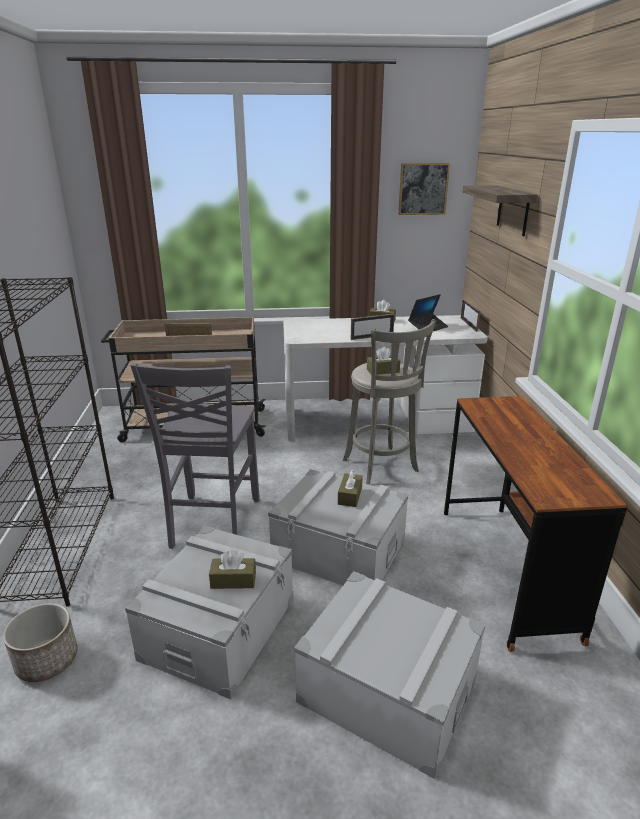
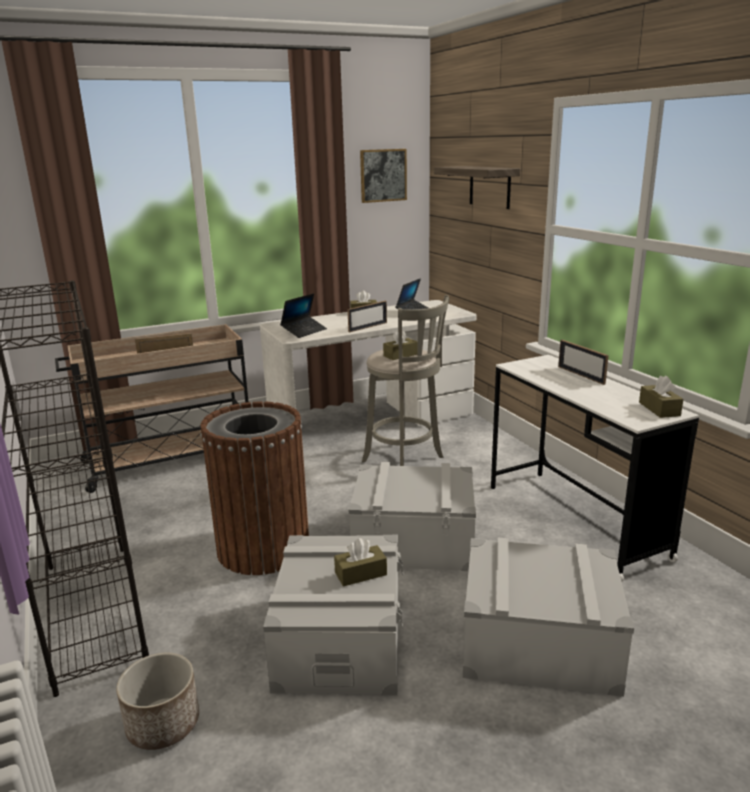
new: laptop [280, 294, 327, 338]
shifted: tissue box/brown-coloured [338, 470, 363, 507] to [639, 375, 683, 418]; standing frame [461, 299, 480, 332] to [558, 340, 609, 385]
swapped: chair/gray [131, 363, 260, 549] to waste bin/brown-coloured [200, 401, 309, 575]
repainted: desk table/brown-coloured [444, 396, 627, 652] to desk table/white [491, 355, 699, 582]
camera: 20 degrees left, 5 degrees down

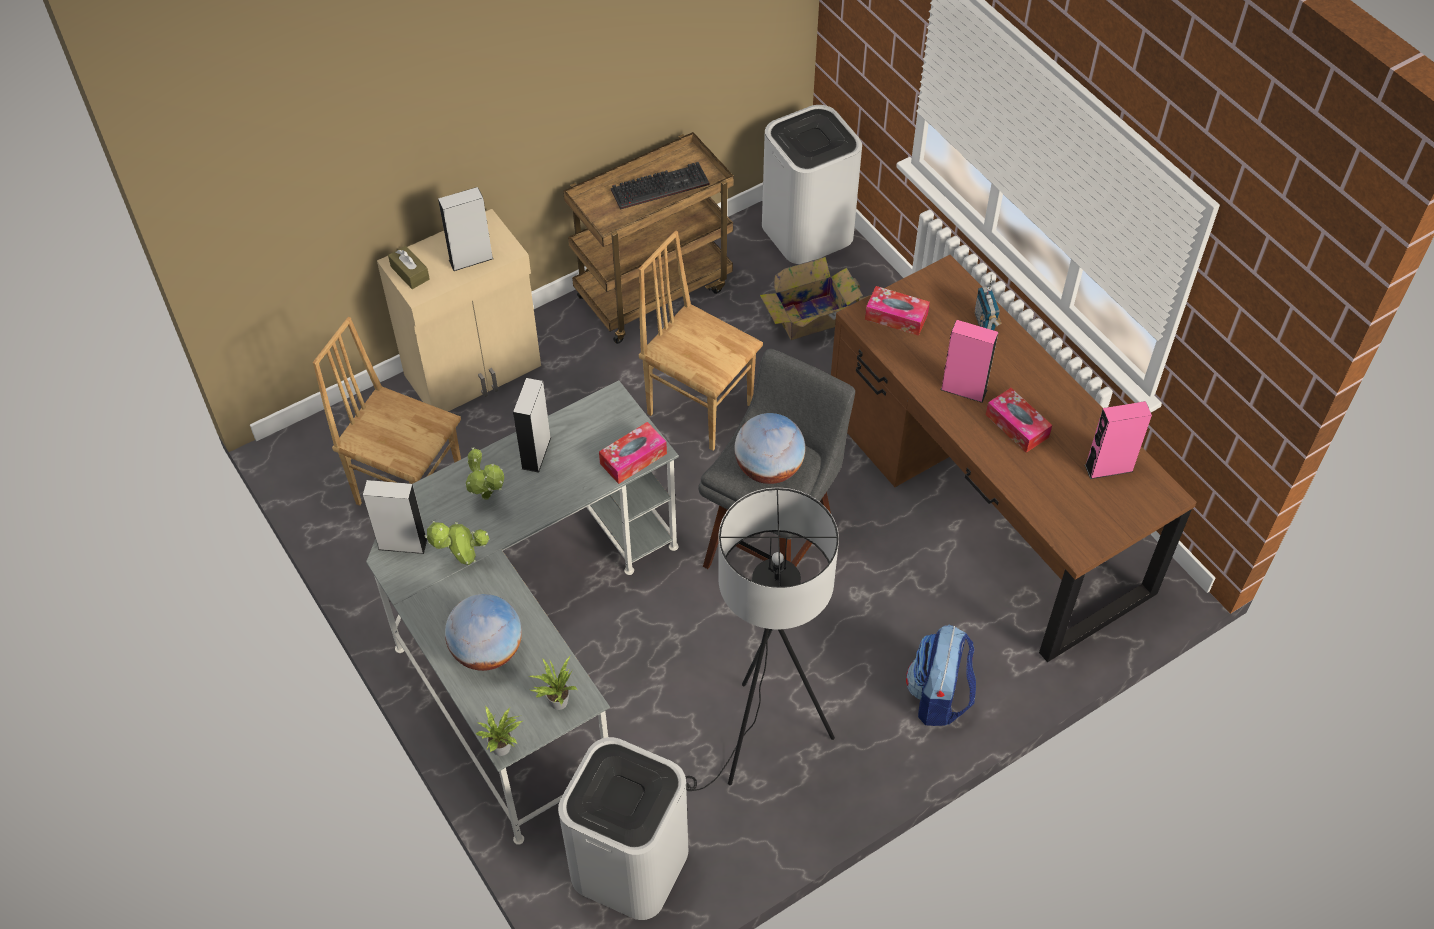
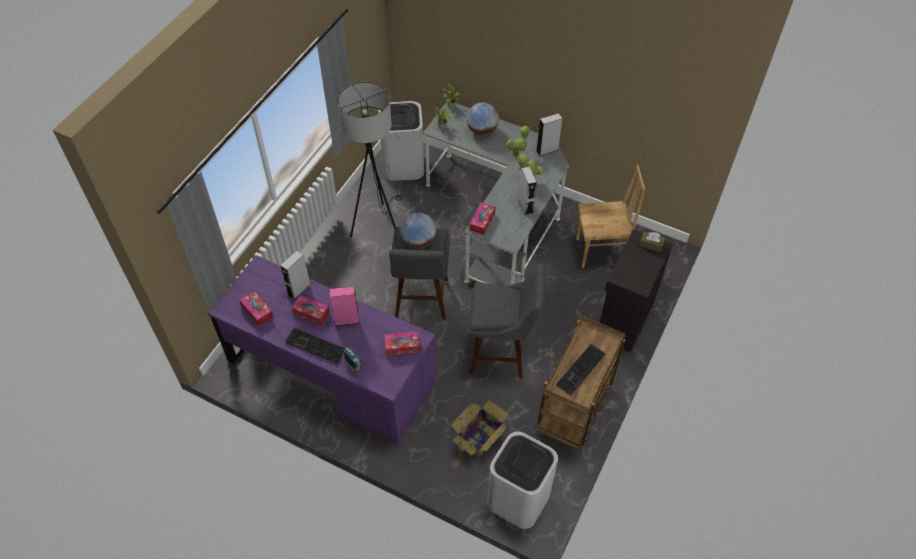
gone: rucksack [906, 625, 976, 726]
new: PC keyboard [285, 328, 345, 364]
shifted: audio speaker/gray [438, 187, 493, 271] to [280, 250, 311, 300]
swapped: chair/brown-coloured [639, 231, 763, 451] to stool seat/gray [468, 263, 545, 378]; audio speaker/pinkish [1085, 401, 1152, 479] to tissue box [239, 290, 273, 326]
repainted: cupboard/beige-coloured [377, 209, 541, 411] to cupboard/black-coloured [600, 229, 673, 353]; desk table/brown-coloured [831, 255, 1196, 662] to desk table/purple-coloured [208, 255, 436, 444]
camera: 150 degrees right, 0 degrees up

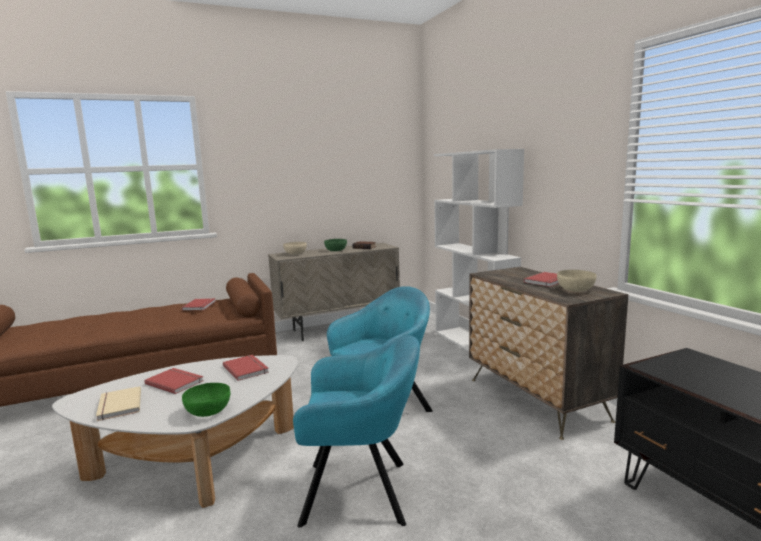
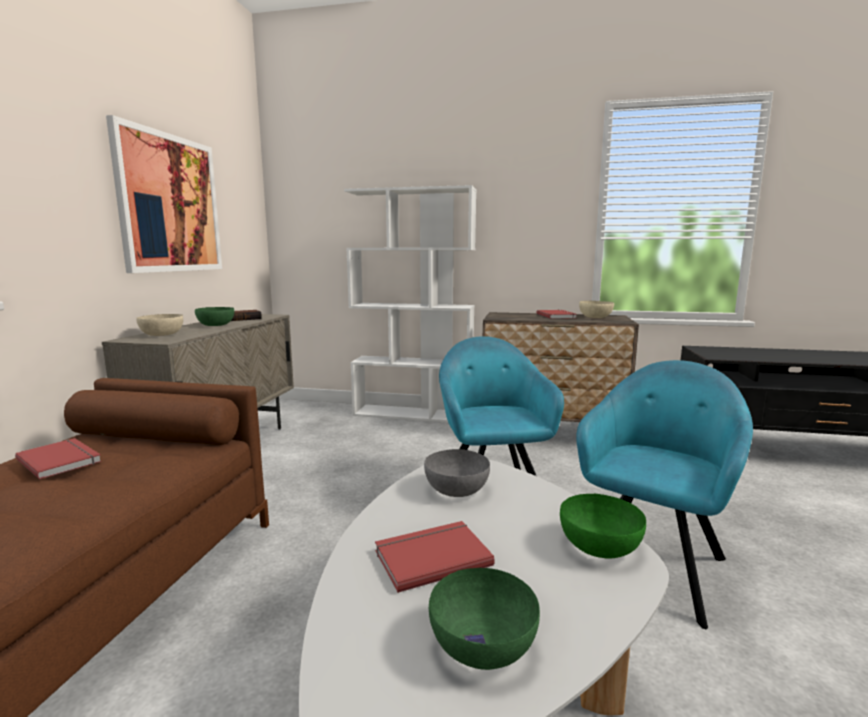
new: wall art [106, 115, 222, 273]
swapped: book/beige-coloured [96, 386, 141, 421] to deep dish/green-coloured [428, 568, 540, 670]; book/red-coloured [223, 355, 269, 381] to deep dish/gray [424, 449, 490, 497]
camera: 55 degrees left, 0 degrees up

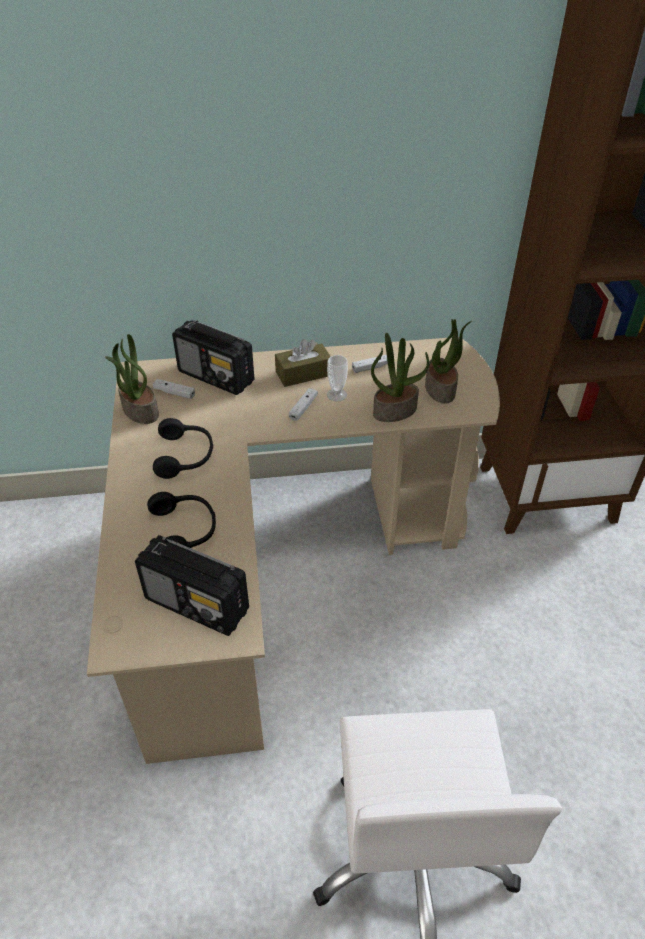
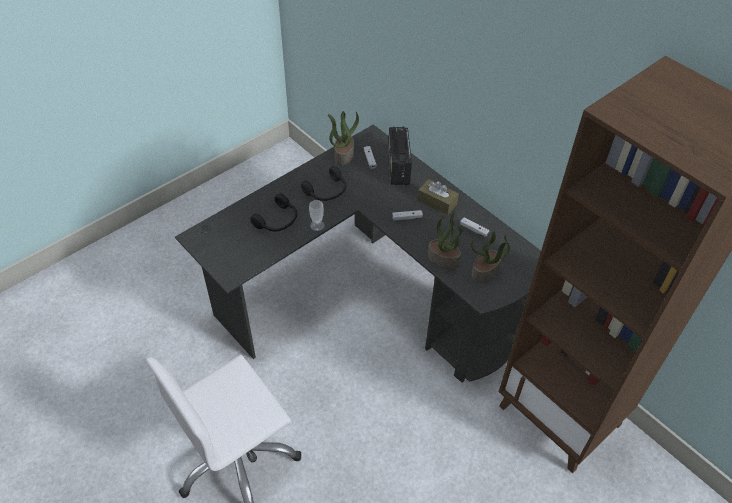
gone: radio receiver [135, 535, 249, 636]
shifted: small cup [327, 355, 348, 402] to [309, 200, 325, 231]
repainted: desk table/beige-coloured [87, 337, 500, 764] to desk table/black-coloured [175, 125, 541, 383]
camera: 55 degrees right, 5 degrees up

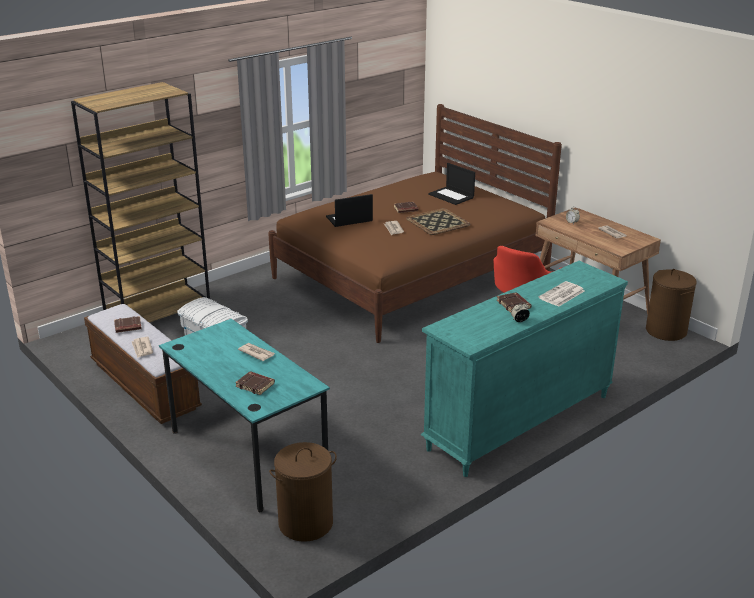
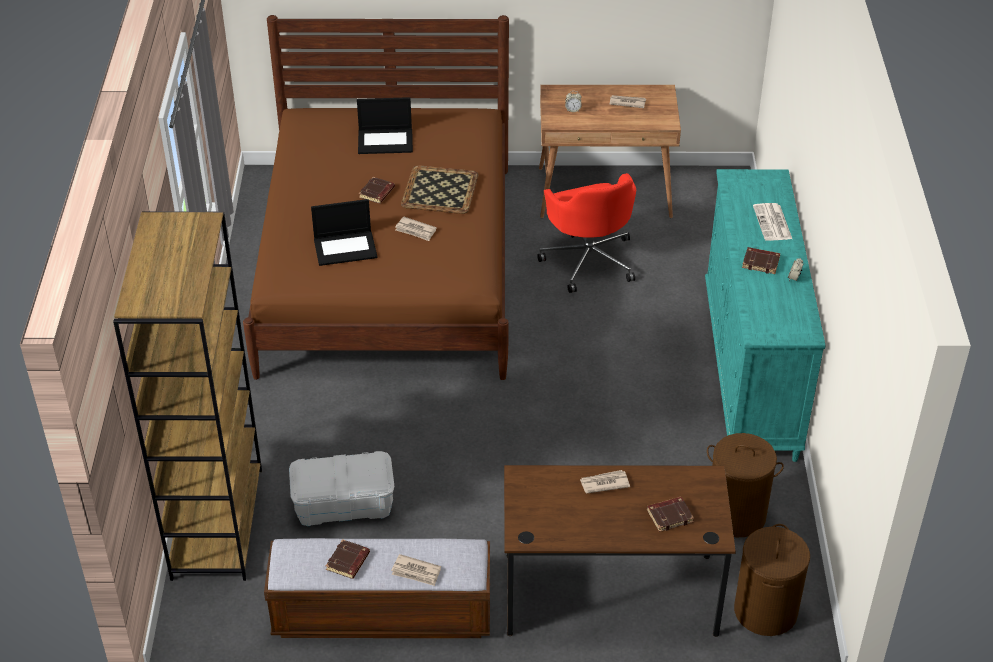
shifted: washing basket/brown-coloured [646, 269, 697, 341] to [707, 433, 784, 537]
repainted: desk table/turquoise [159, 319, 330, 512] to desk table/brown-coloured [504, 465, 736, 637]
rotated: laptop [326, 194, 373, 227] = [311, 199, 378, 266] 120 degrees counterclockwise
camera: 50 degrees left, 15 degrees up

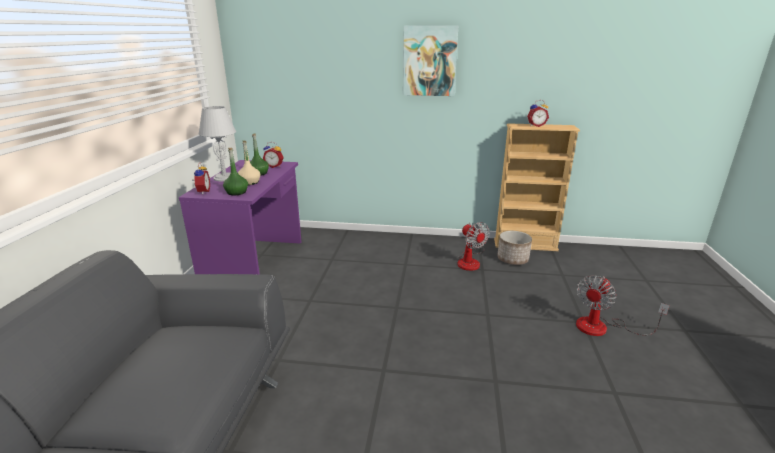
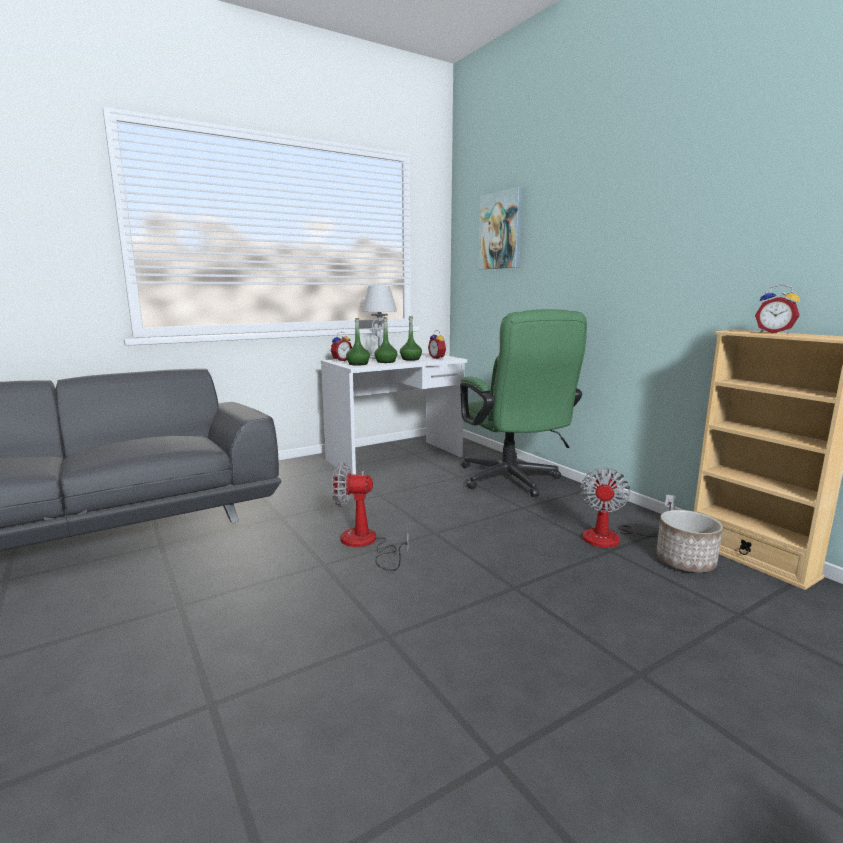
new: computer chair/green-coloured [460, 309, 587, 497]
shifted: wall art [403, 25, 458, 96] to [478, 187, 523, 269]; electric fan [576, 276, 669, 336] to [332, 462, 408, 571]
repainted: desk table/purple-coloured [179, 160, 301, 274] to desk table/white [321, 352, 467, 475]; drink bottle/beige-coloured [238, 141, 261, 185] to drink bottle/green-coloured [374, 317, 398, 363]
camera: 50 degrees right, 10 degrees down

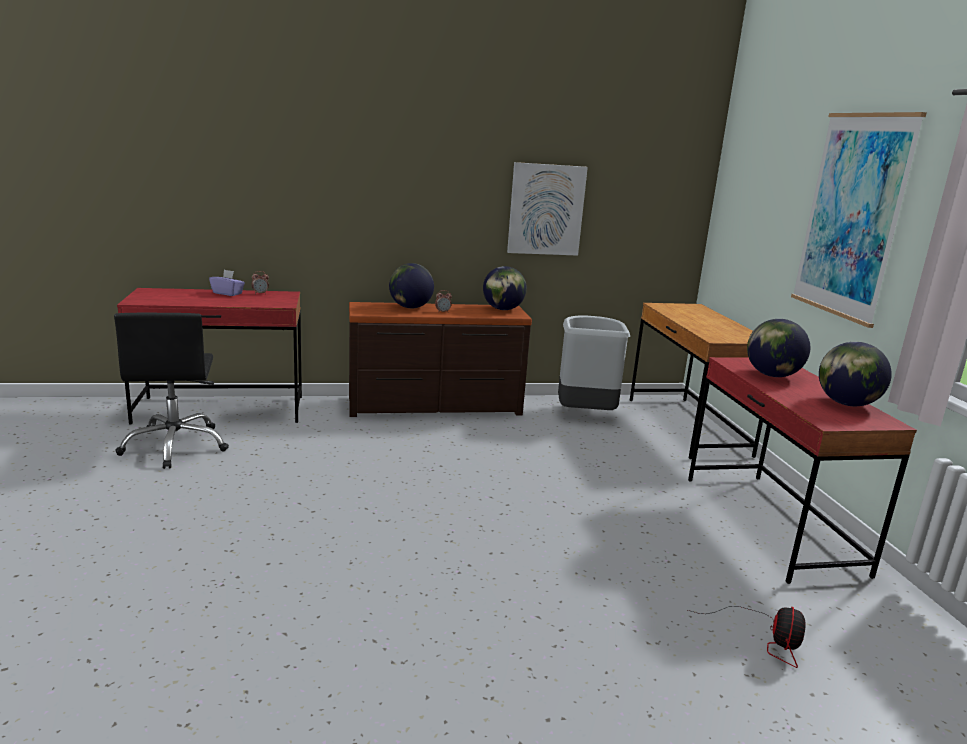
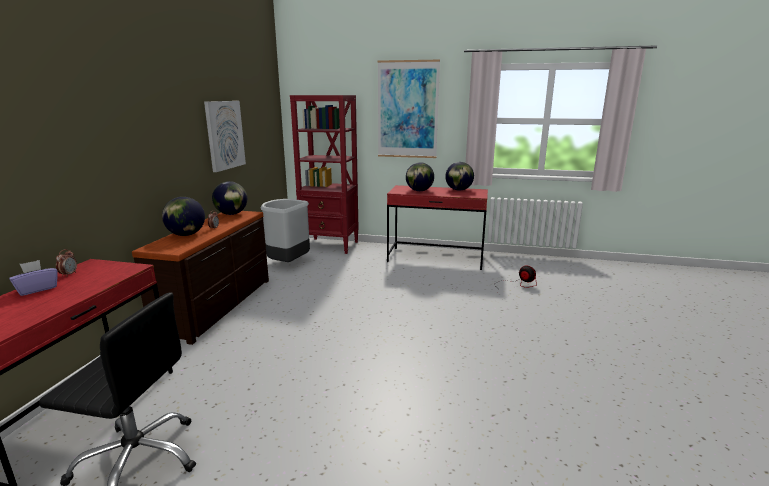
swapped: desk table/brown-coloured [630, 303, 763, 459] to shelving unit/red-coloured [290, 95, 358, 254]
camera: 65 degrees left, 0 degrees up

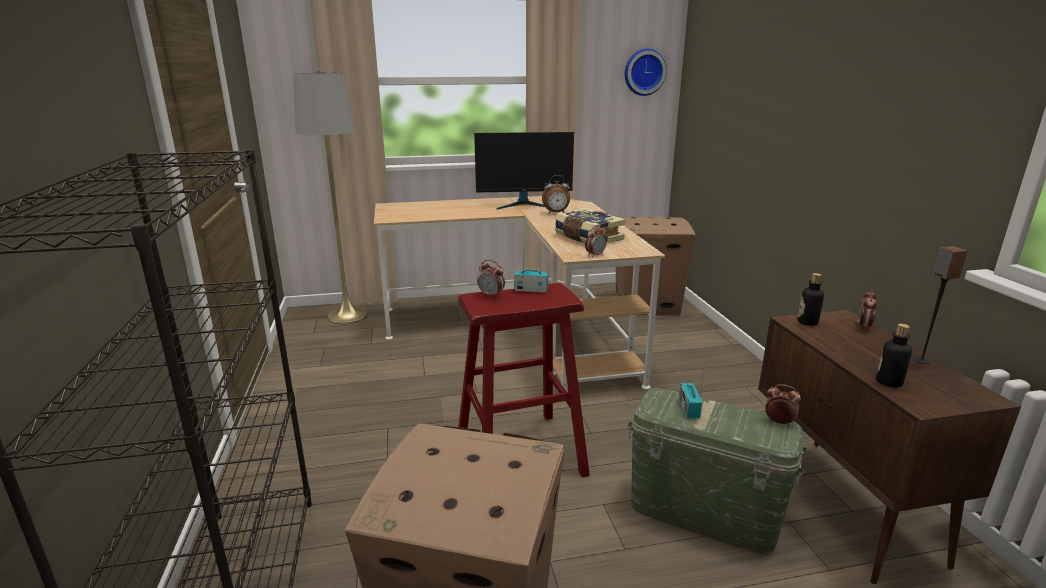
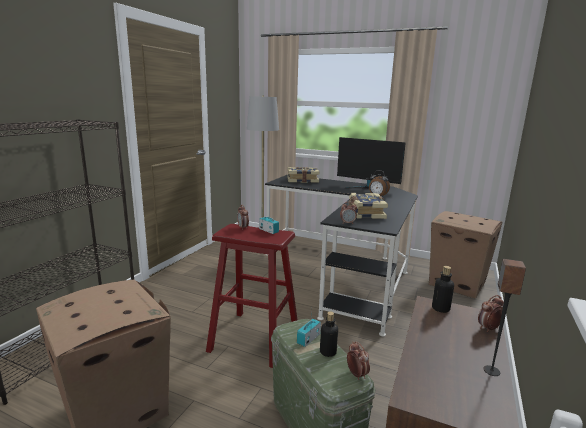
gone: hanging clock [624, 48, 667, 96]
new: book [287, 167, 320, 183]
shifted: drink bottle [876, 324, 912, 387] to [320, 311, 338, 357]
repainted: desk table/beige-coloured [374, 196, 665, 392] to desk table/black-coloured [265, 175, 418, 336]
camera: 35 degrees right, 5 degrees down

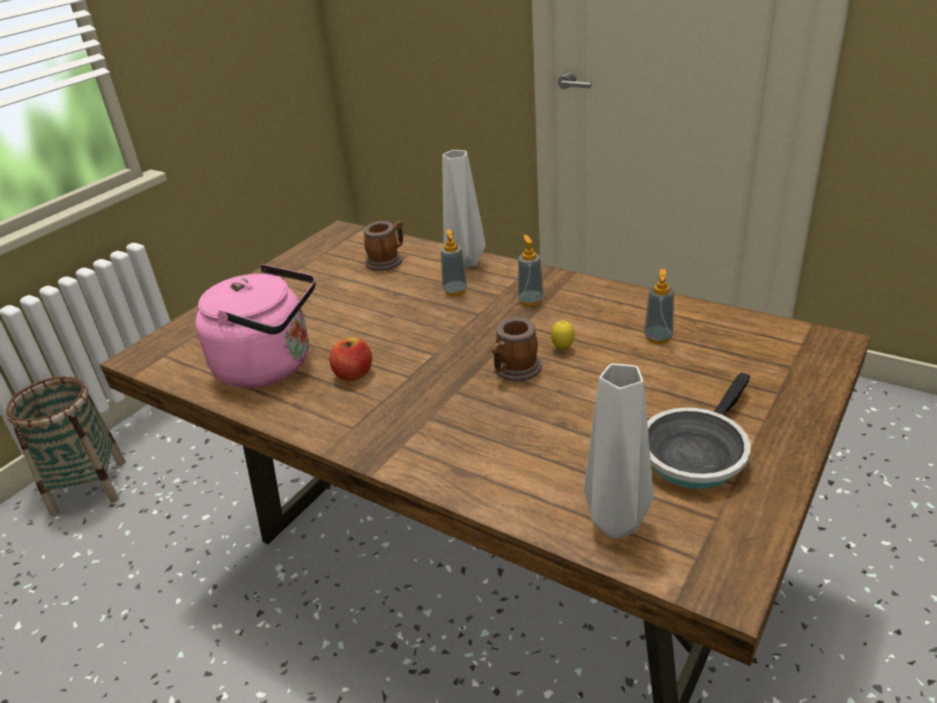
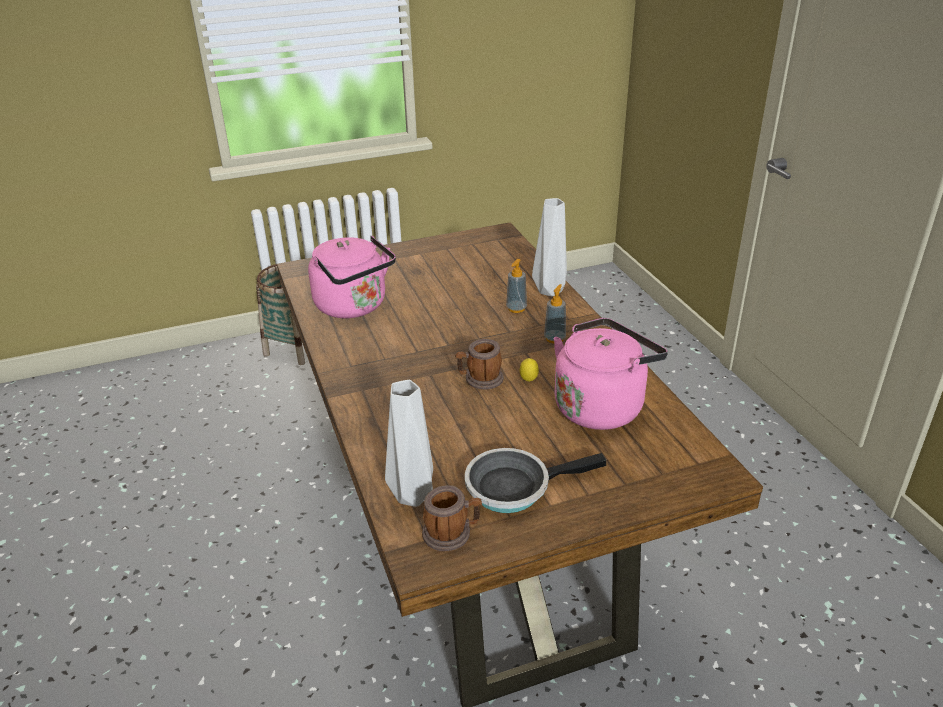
gone: whole apple [329, 337, 372, 381]
shifted: mug [364, 221, 403, 271] to [422, 485, 482, 551]
swapped: soap dispenser [644, 269, 674, 344] to kettle/pinkish [554, 318, 668, 430]
camera: 35 degrees right, 0 degrees up

